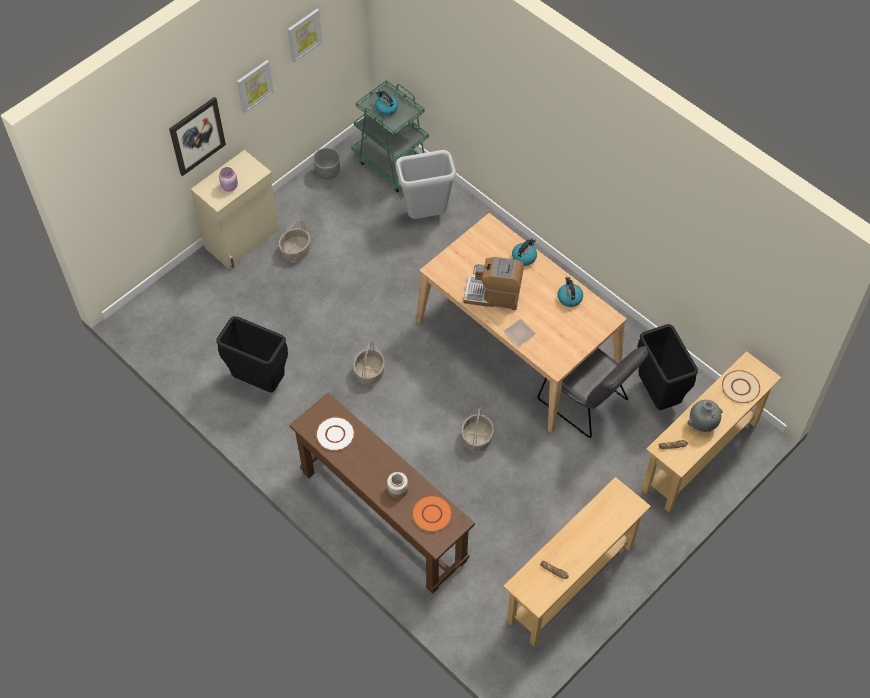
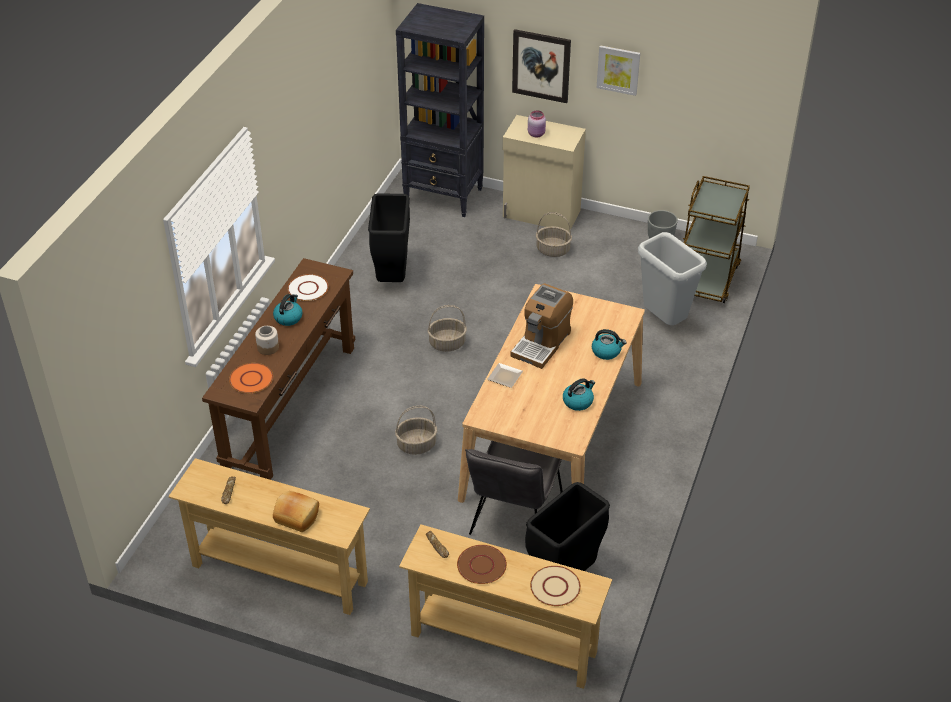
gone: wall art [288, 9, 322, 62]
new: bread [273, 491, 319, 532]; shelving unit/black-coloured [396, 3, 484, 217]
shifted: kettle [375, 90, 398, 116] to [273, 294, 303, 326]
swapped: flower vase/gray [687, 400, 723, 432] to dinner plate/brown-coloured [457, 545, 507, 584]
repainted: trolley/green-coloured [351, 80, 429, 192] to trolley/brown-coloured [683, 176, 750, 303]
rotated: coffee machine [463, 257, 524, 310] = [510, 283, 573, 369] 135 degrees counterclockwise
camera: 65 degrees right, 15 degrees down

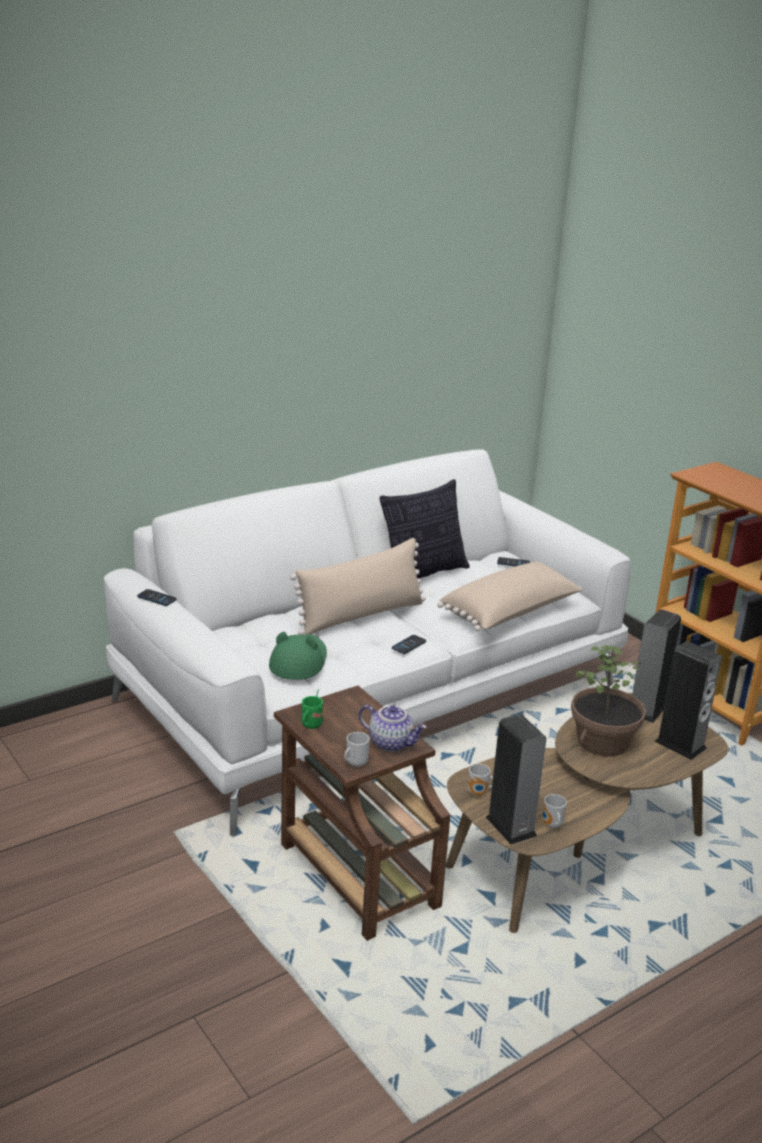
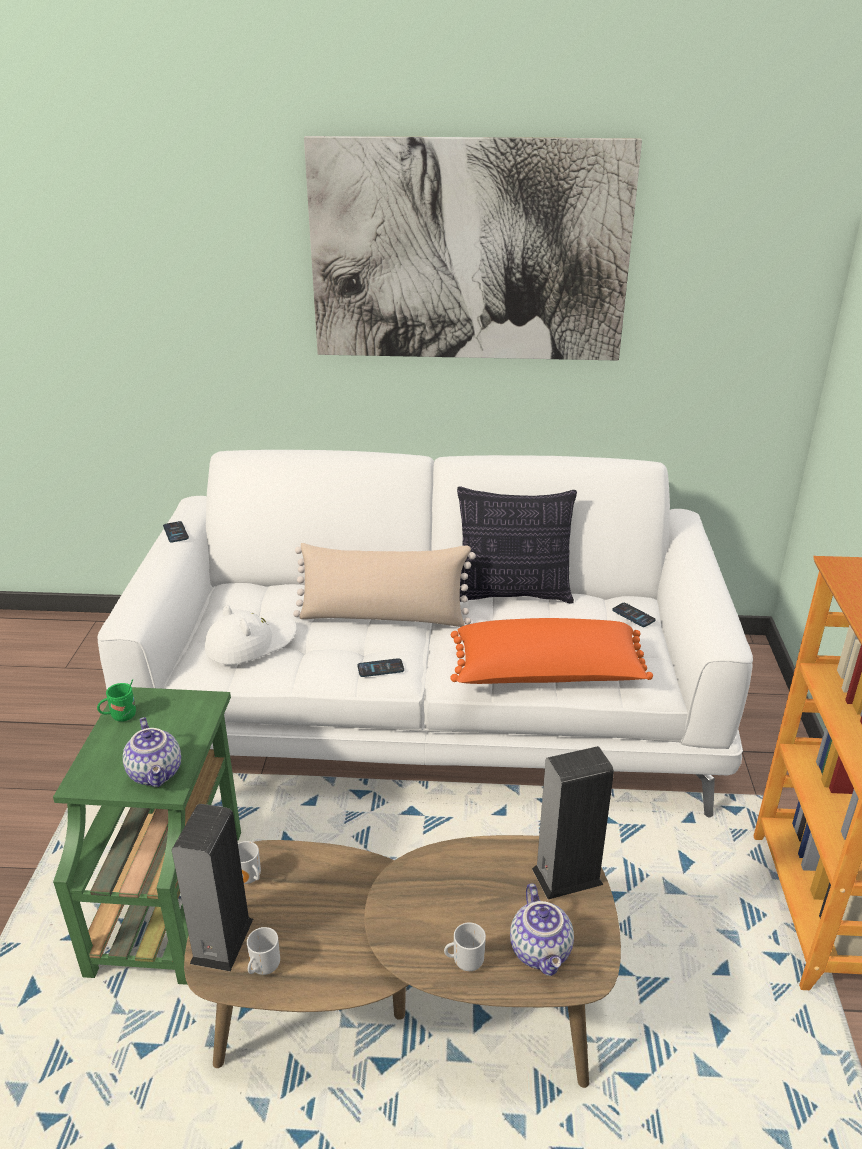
gone: plant in a pot [571, 645, 646, 756]
new: wall art [304, 136, 642, 361]
shifted: mug [344, 732, 370, 767] to [444, 923, 486, 971]
swapped: audio speaker [655, 641, 722, 760] to tea pot [510, 884, 574, 976]
repainted: clothing hat/green-coloured [269, 632, 327, 680] to clothing hat/white [205, 605, 297, 665]; side table/brown-coloured [274, 686, 451, 941] to side table/green-coloured [53, 687, 241, 985]; cushion/beige-coloured [437, 562, 582, 631] to cushion/orangey [450, 618, 653, 684]
camera: 40 degrees right, 5 degrees up

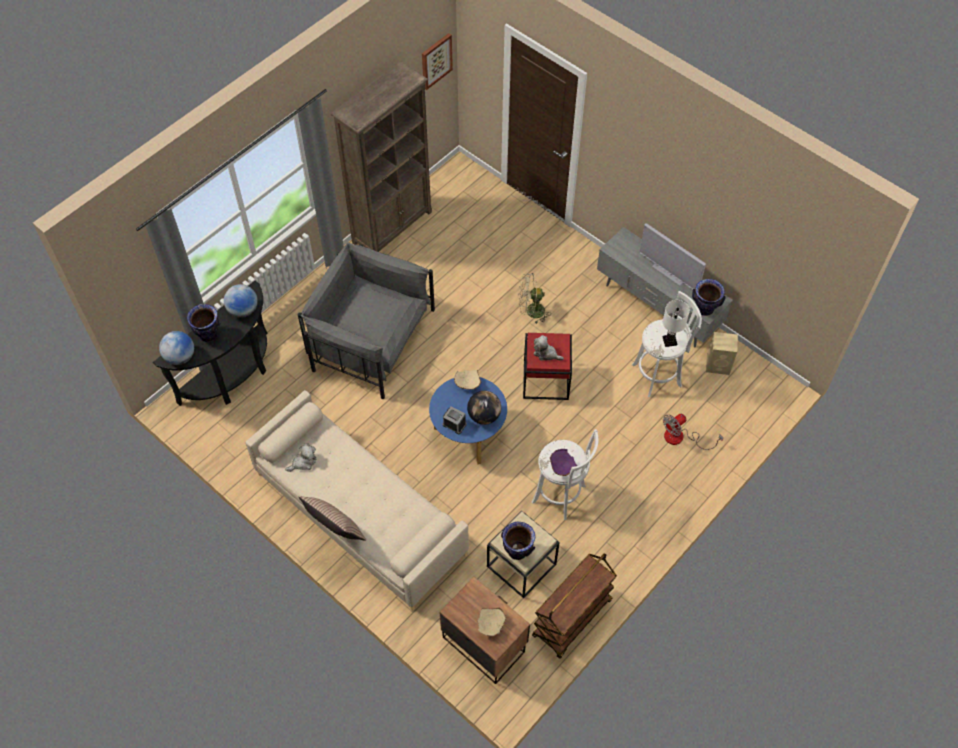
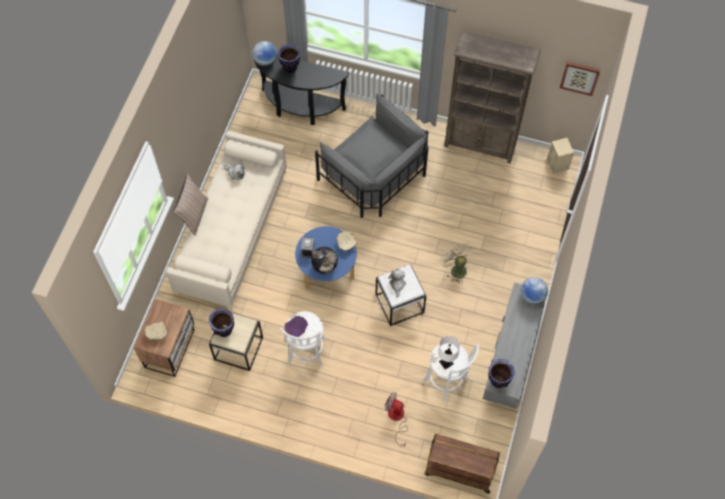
gone: TV [639, 223, 706, 289]
shifted: world globe [224, 284, 258, 318] to [520, 277, 548, 304]; trolley/brown-coloured [532, 553, 617, 659] to [424, 434, 500, 493]; audio speaker/beige-coloured [706, 332, 738, 375] to [547, 138, 574, 174]
repainted: side table/red-coloured [523, 333, 572, 400] to side table/white [375, 264, 426, 326]
rotated: easy chair/gray [298, 243, 435, 399] = [315, 94, 429, 218] 135 degrees clockwise
camera: 65 degrees right, 5 degrees up

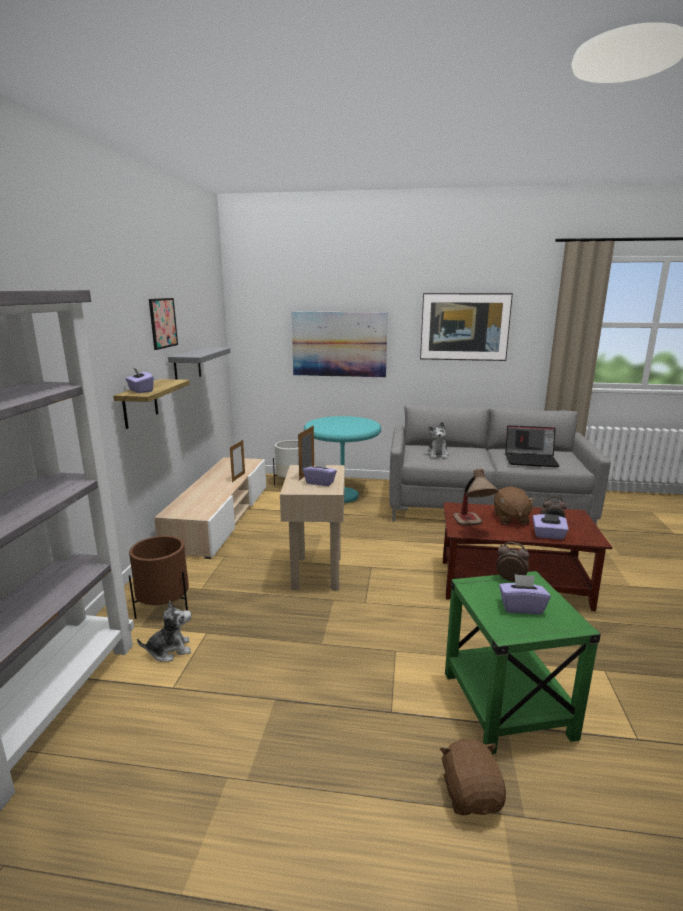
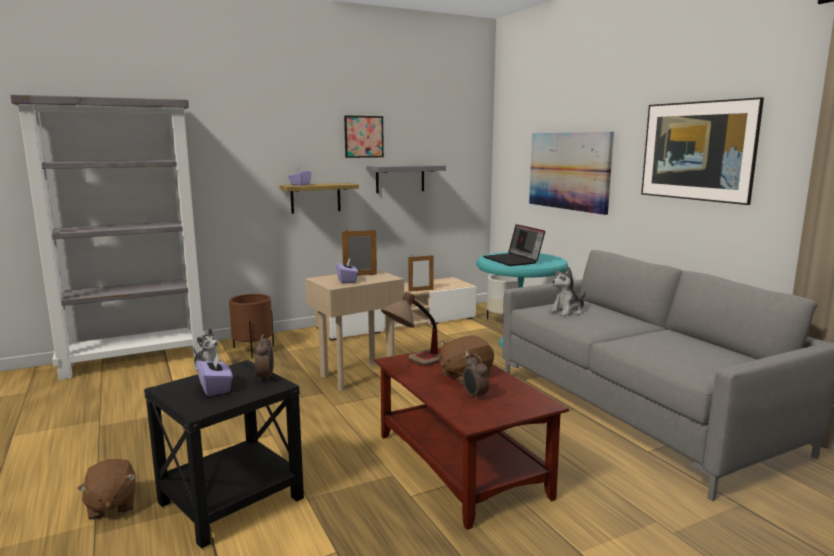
gone: tissue box/purple-coloured [533, 514, 569, 539]
shifted: laptop [505, 425, 559, 467] to [483, 224, 545, 266]
repainted: side table/green-coloured [445, 571, 601, 754] to side table/black-coloured [144, 360, 304, 549]
rotated: soft toy/brown-coloured [440, 739, 506, 815] = [77, 459, 136, 520] 105 degrees clockwise
camera: 55 degrees right, 5 degrees down

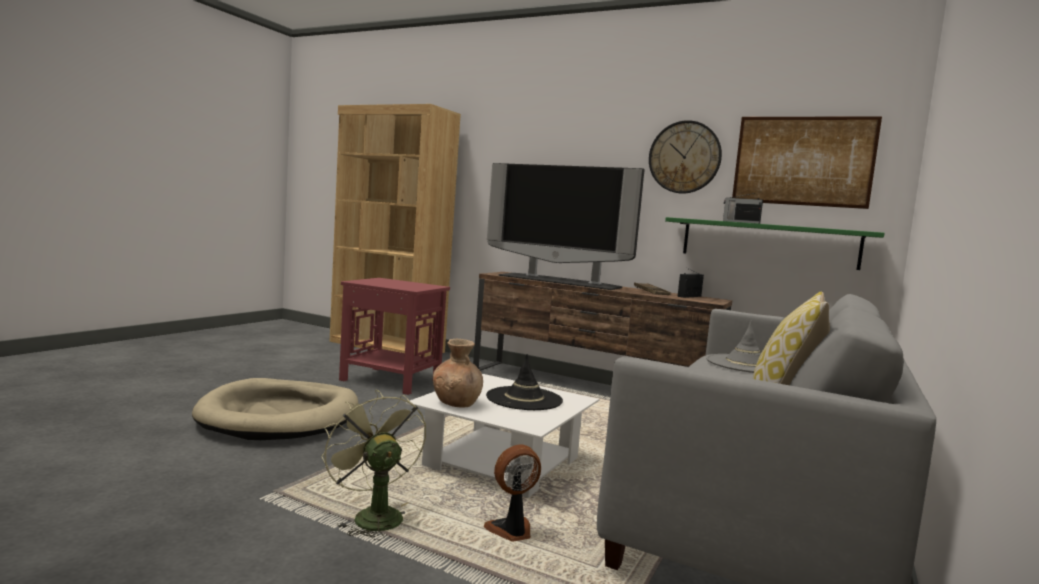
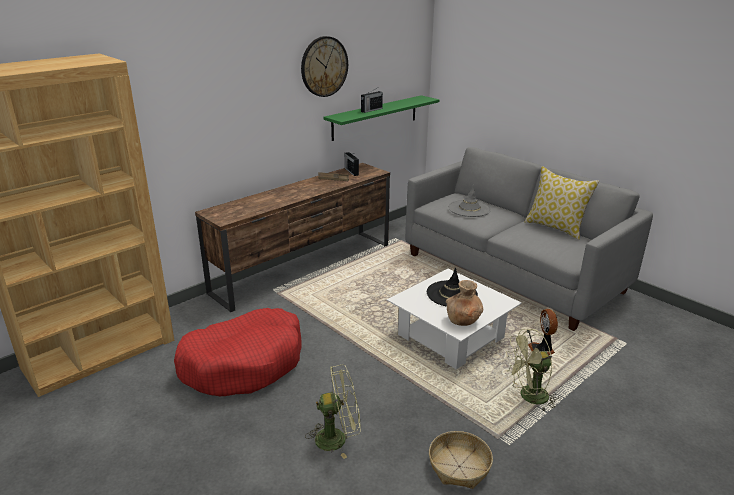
gone: TV [487, 163, 645, 290]; wall art [732, 116, 882, 209]
new: basket [429, 431, 493, 489]
swapped: pet bed/beige-coloured [192, 378, 358, 440] to electric fan/green-coloured [305, 364, 361, 459]; side table/red-coloured [339, 278, 450, 395] to pet bed/red-coloured [174, 308, 302, 396]
camera: 70 degrees left, 20 degrees up

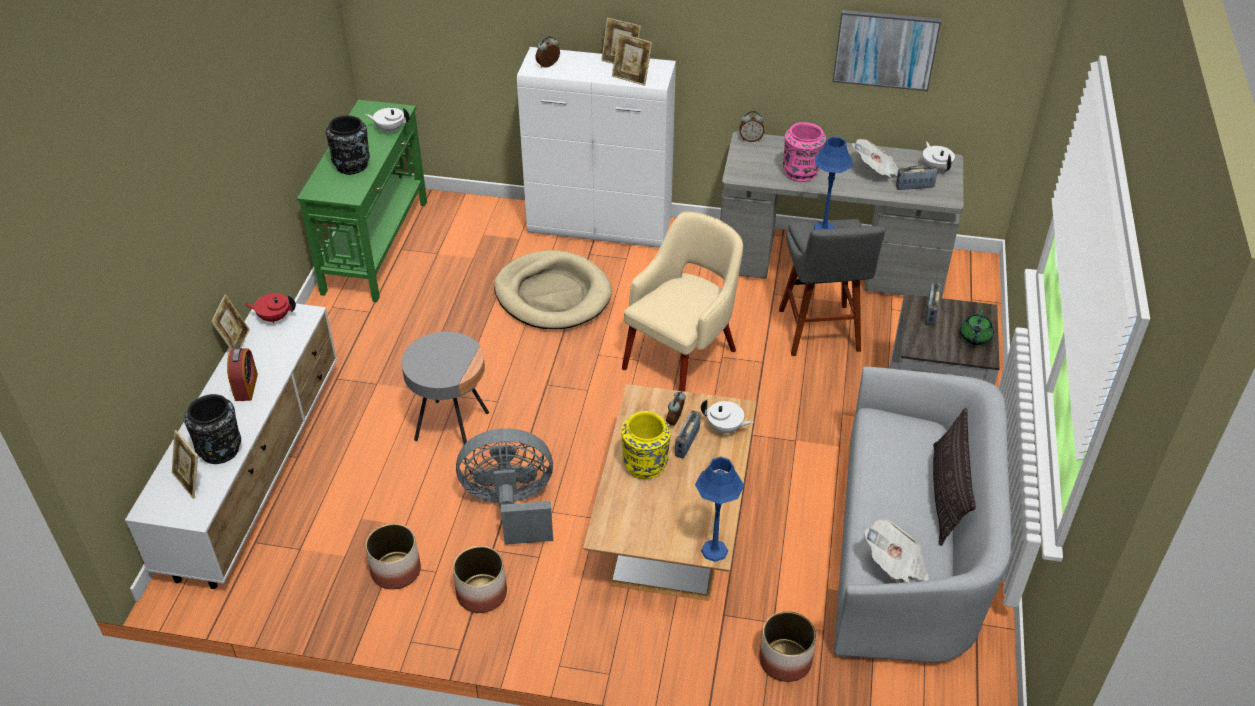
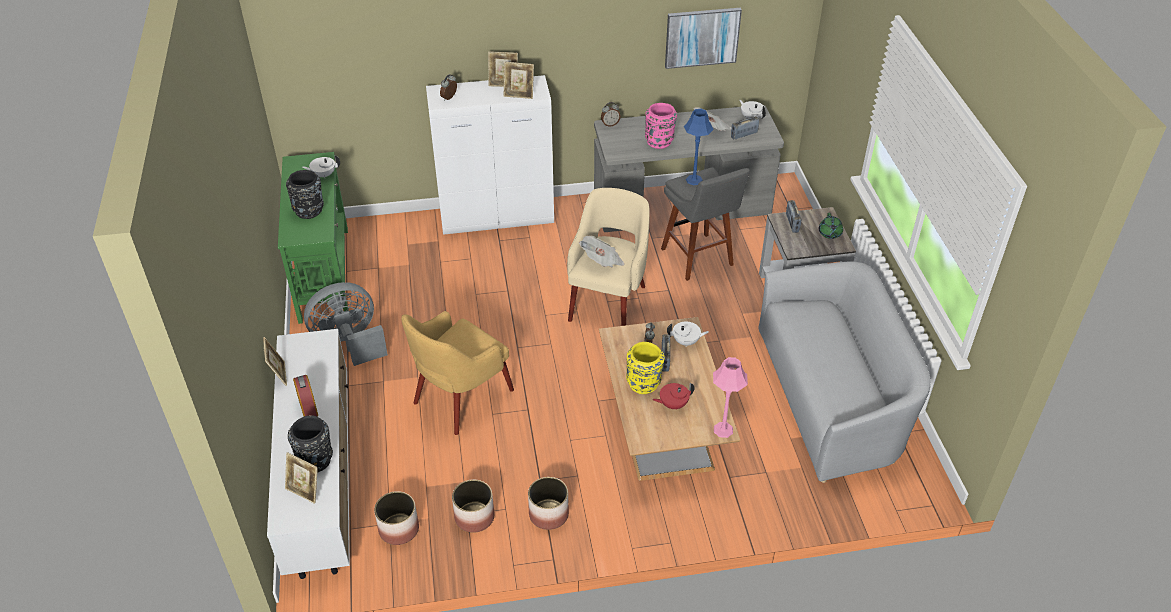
gone: pet bed/beige-coloured [494, 250, 612, 329]; cushion [933, 408, 976, 546]
shifted: tea pot/red-coloured [245, 293, 296, 323] to [653, 383, 695, 410]; electric fan/gray [456, 428, 553, 545] to [304, 282, 388, 366]; planter [759, 611, 816, 682] to [374, 491, 419, 545]; newspaper [865, 520, 929, 582] to [579, 236, 625, 267]
swapped: side table/gray [401, 332, 489, 444] to easy chair/yellow-coloured [401, 311, 514, 435]
repainted: tabletop lamp/blue-coloured [695, 456, 744, 562] to tabletop lamp/pinkish [713, 357, 748, 438]
camera: 20 degrees left, 0 degrees up

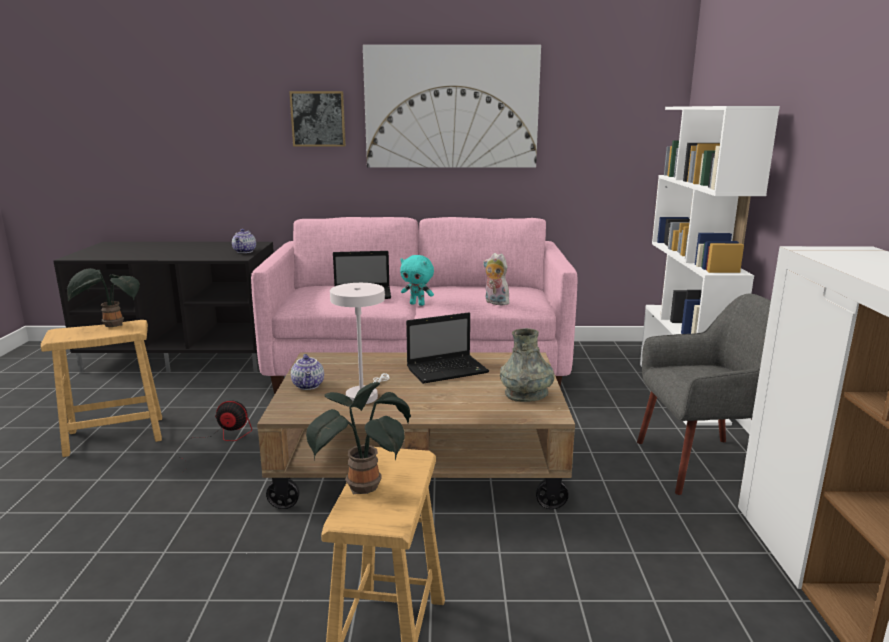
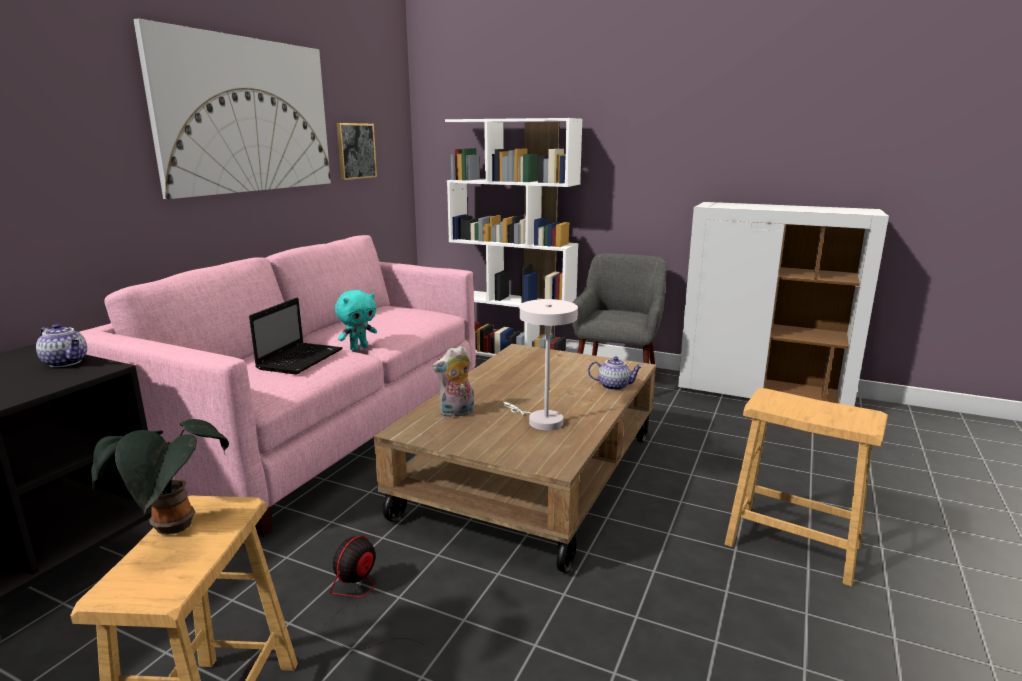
gone: plant in a pot [306, 382, 411, 495]; laptop [406, 312, 489, 384]; flower vase/gray [500, 328, 554, 402]
shifted: wall art [289, 91, 346, 147] to [337, 123, 377, 180]; tea pot [291, 354, 324, 390] to [588, 357, 643, 390]; soft toy [483, 253, 509, 305] to [432, 346, 474, 417]
camera: 65 degrees left, 0 degrees up

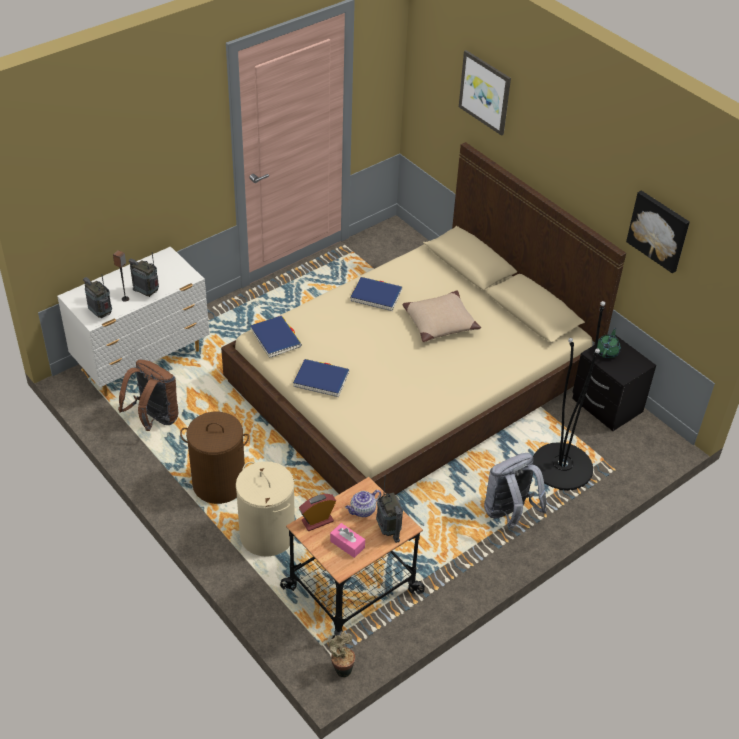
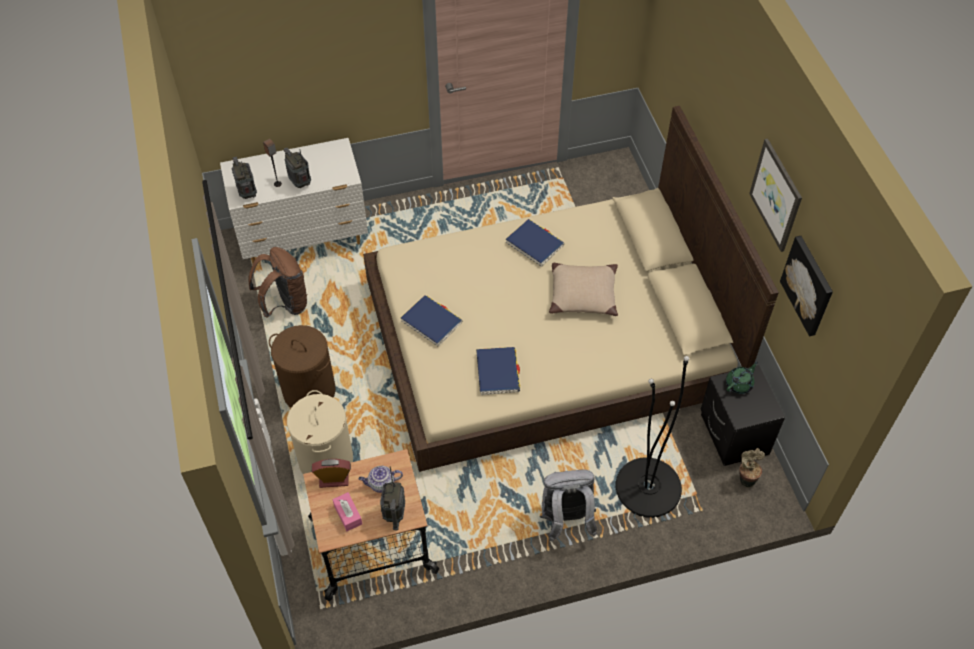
shifted: book/blue-coloured [250, 316, 302, 358] to [476, 347, 520, 395]; plant in a pot [328, 631, 355, 678] to [739, 448, 765, 487]; wall art [459, 50, 511, 136] to [749, 139, 802, 252]
camera: 25 degrees right, 10 degrees up

